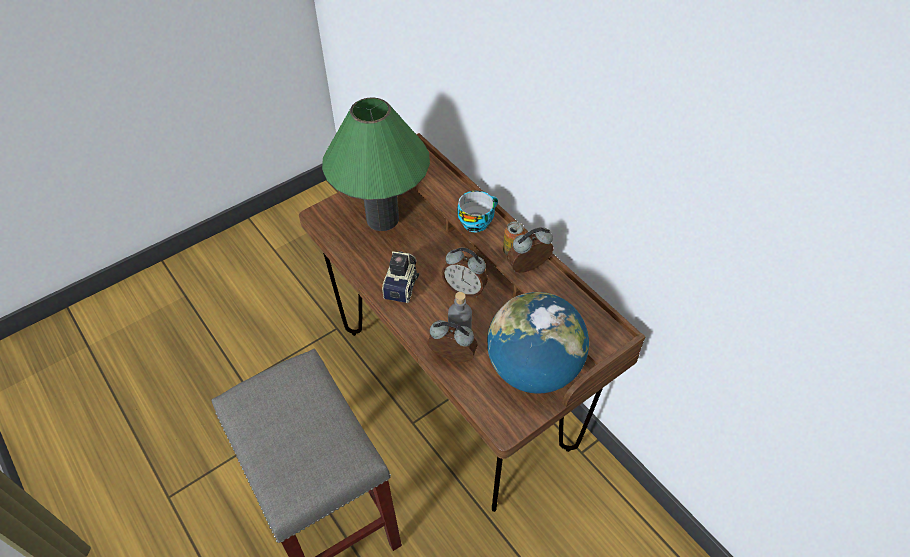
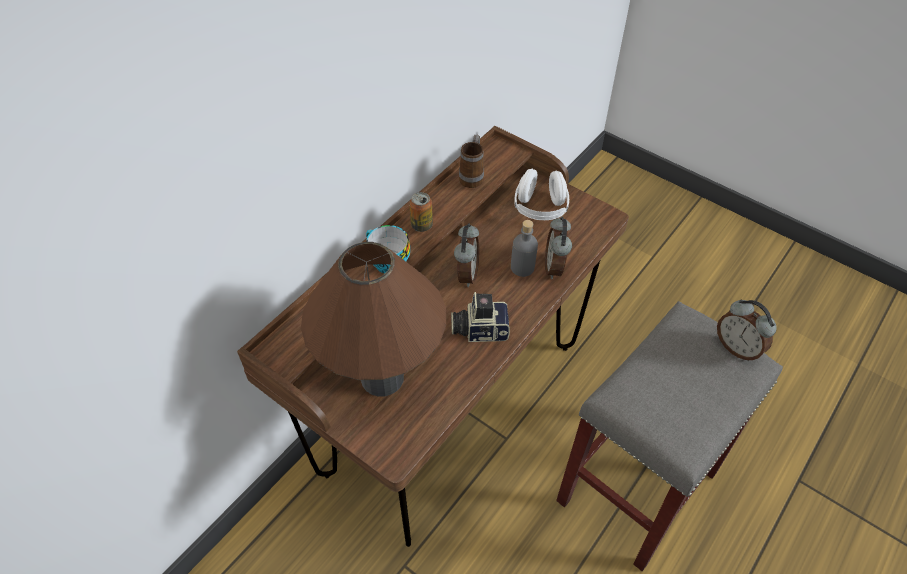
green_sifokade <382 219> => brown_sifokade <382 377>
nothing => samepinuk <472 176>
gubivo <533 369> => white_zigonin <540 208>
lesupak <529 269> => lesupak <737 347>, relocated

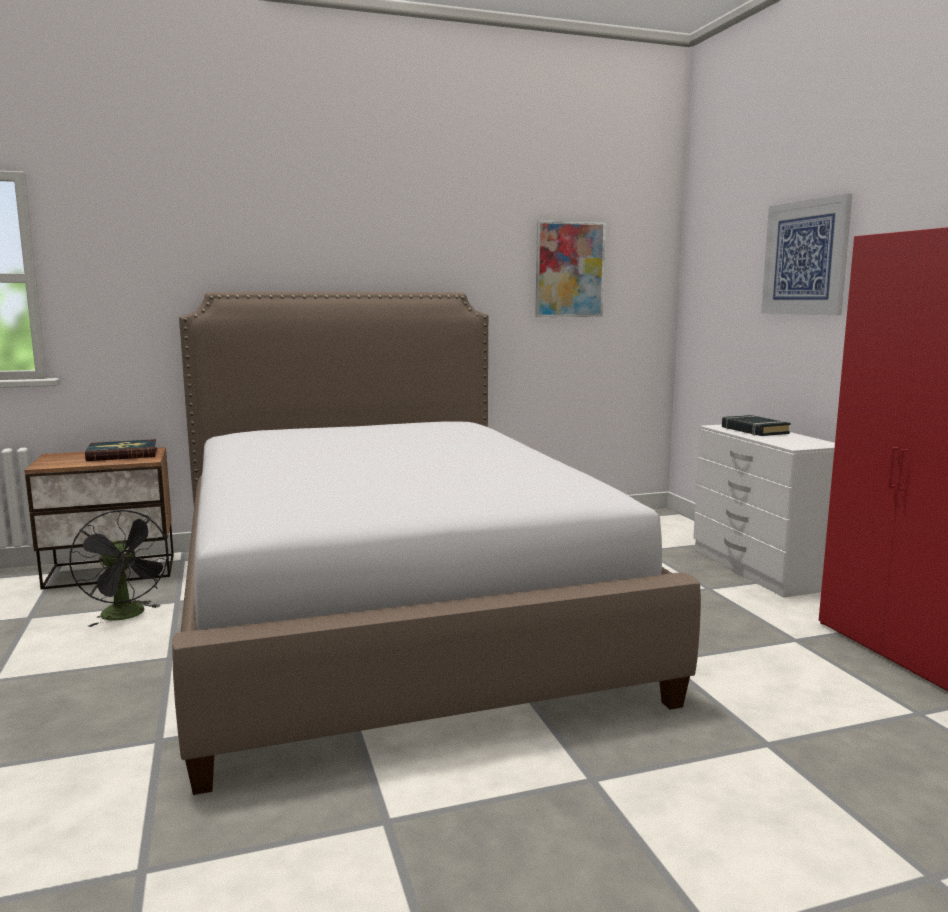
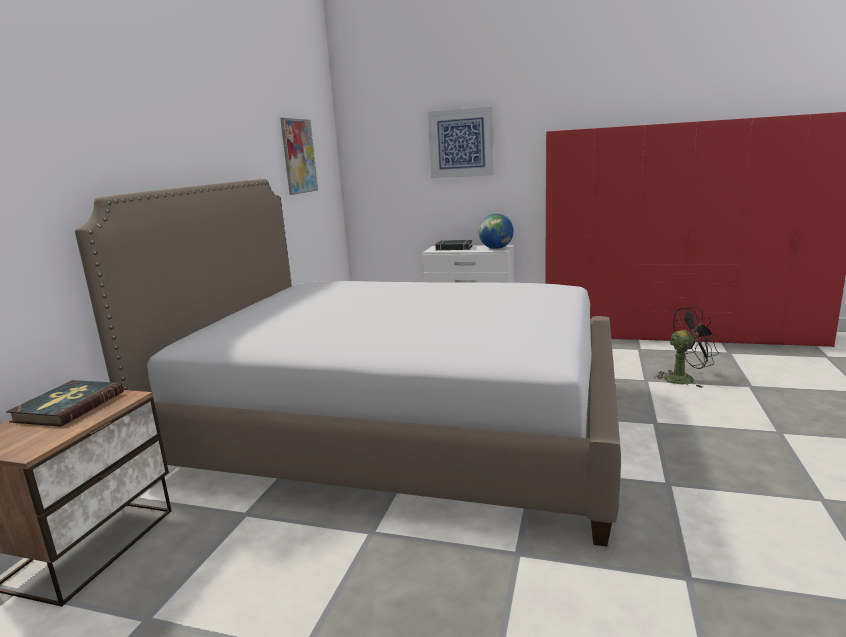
nothing => gubivo <496 248>
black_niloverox <127 616> => black_niloverox <684 378>, relocated

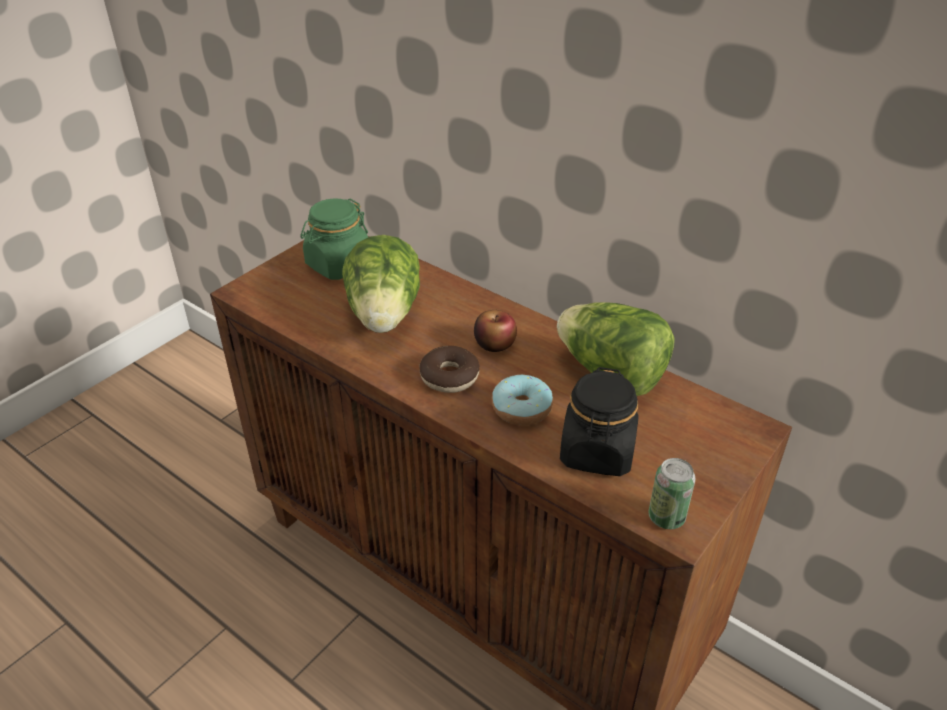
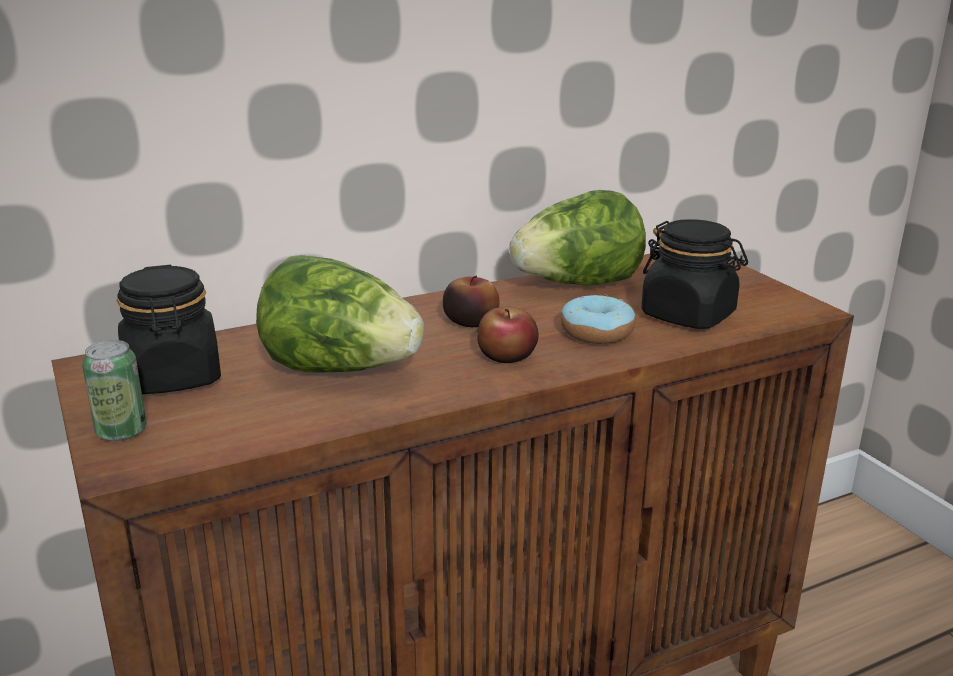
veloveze <666 517> => veloveze <121 432>, relocated
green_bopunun <338 265> => black_bopunun <174 377>
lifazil <449 377> => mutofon <507 356>

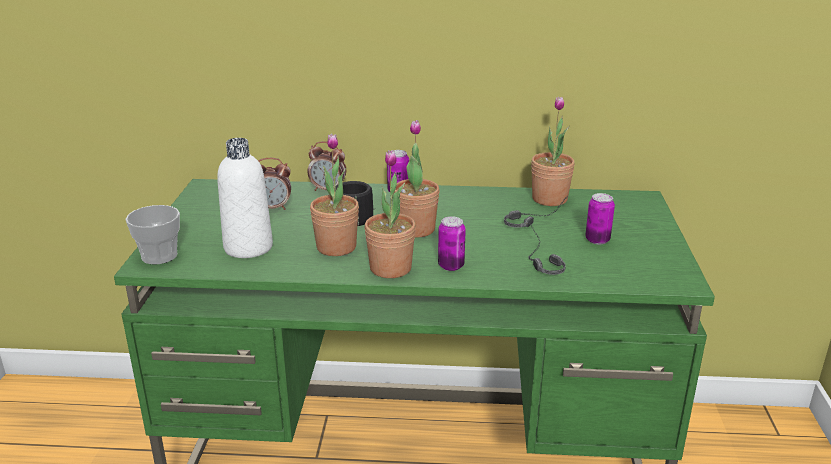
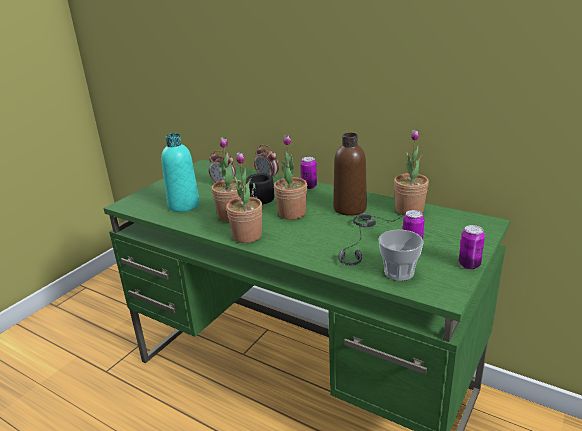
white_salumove <248 247> => turquoise_salumove <184 205>
nothing => brown_salumove <350 208>
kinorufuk <159 256> => kinorufuk <399 272>, relocated
veloveze <451 266> => veloveze <469 265>, relocated

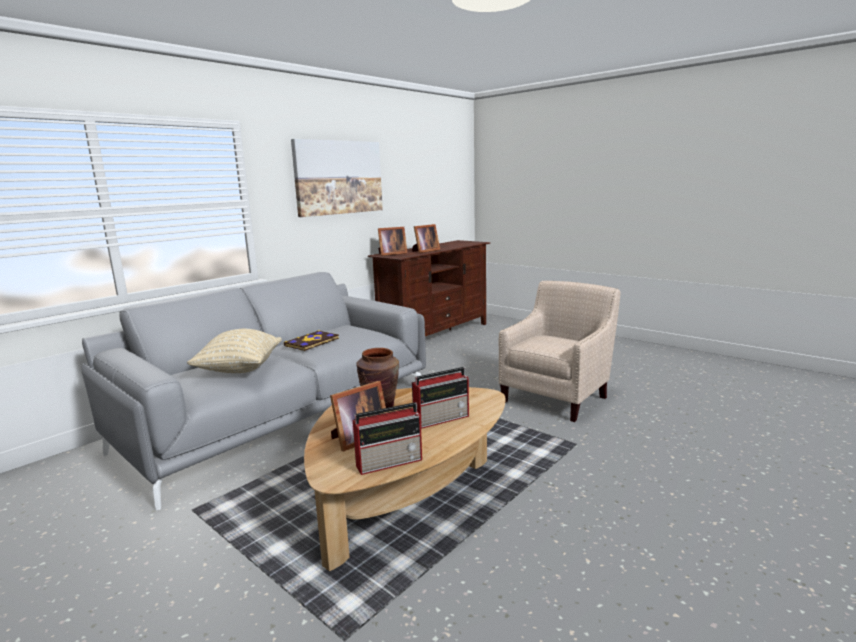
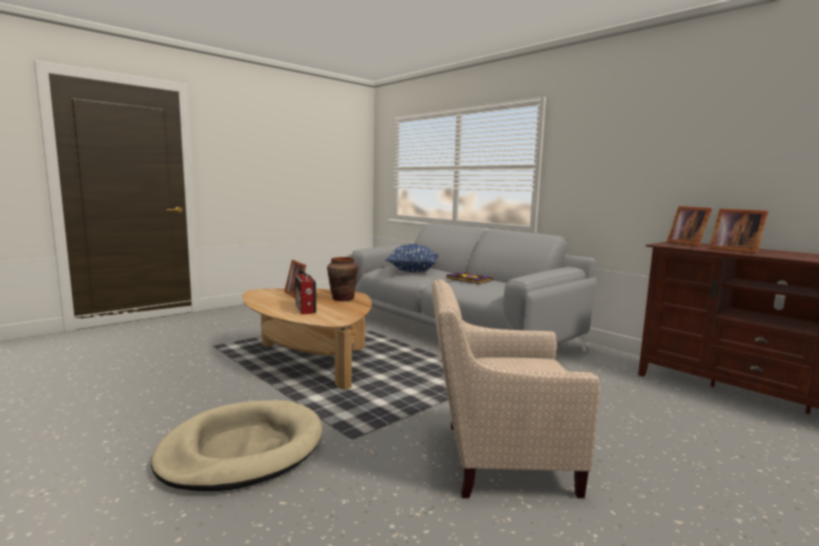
nothing => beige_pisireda <242 450>
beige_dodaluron <240 369> => blue_dodaluron <412 271>
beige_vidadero <557 397> => beige_vidadero <497 457>, 135 degrees clockwise
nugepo <338 177> => nothing
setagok <390 462> => nothing

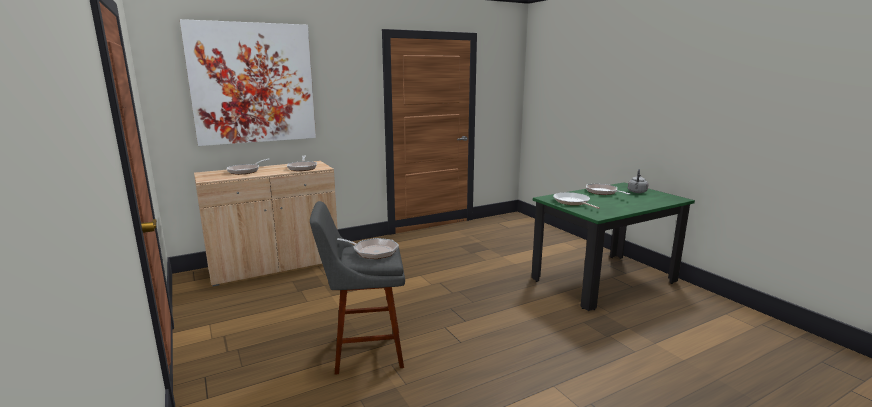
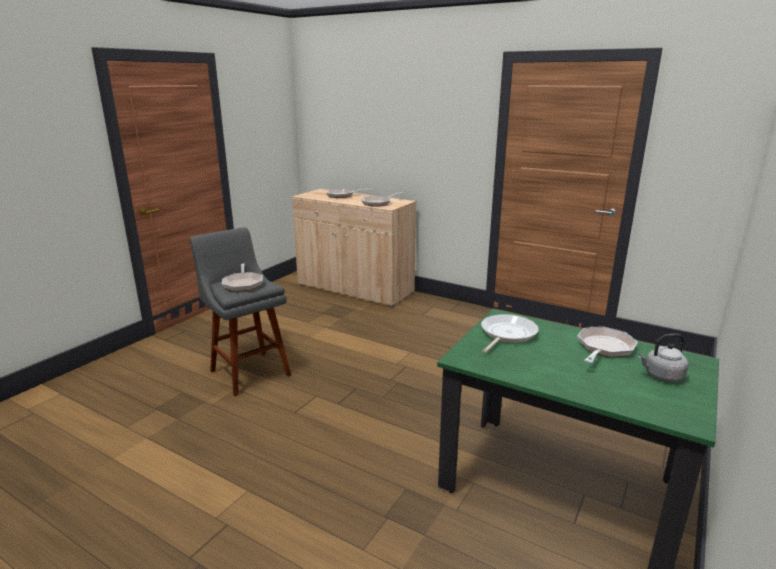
nugepo <253 83> => nothing

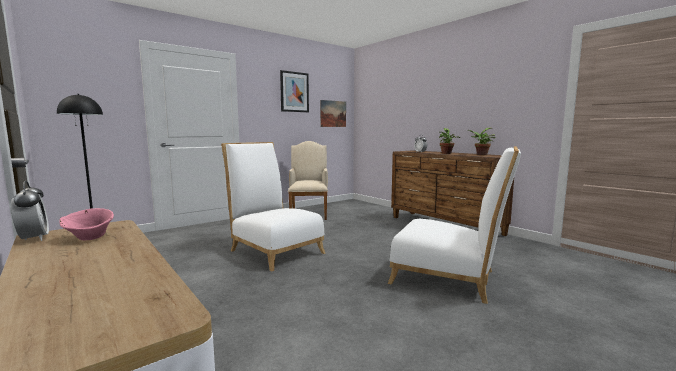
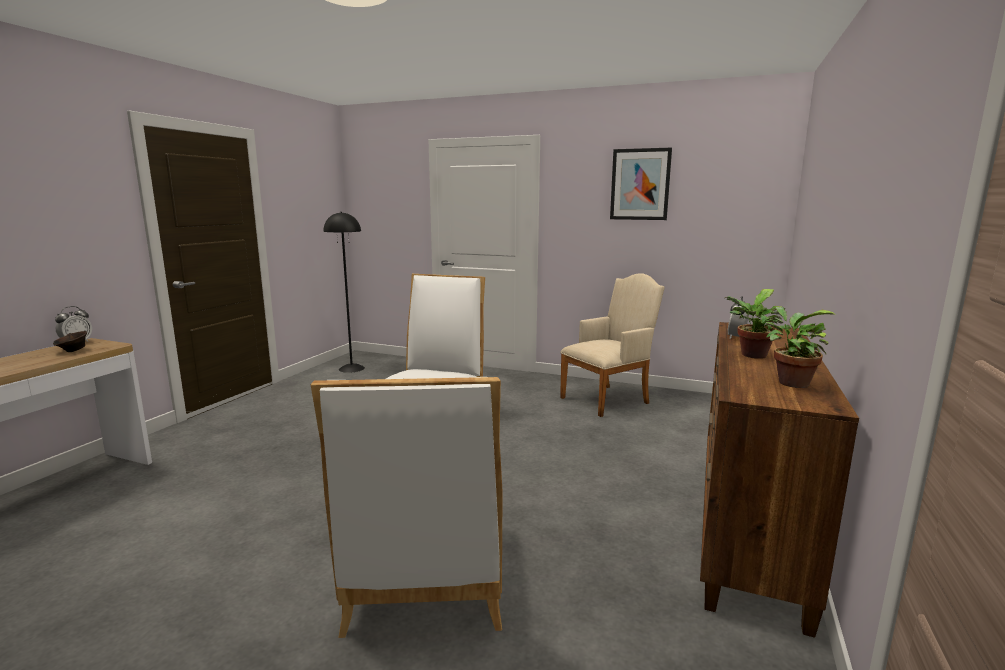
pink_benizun <90 238> => brown_benizun <73 351>
nugepo <333 113> => nothing

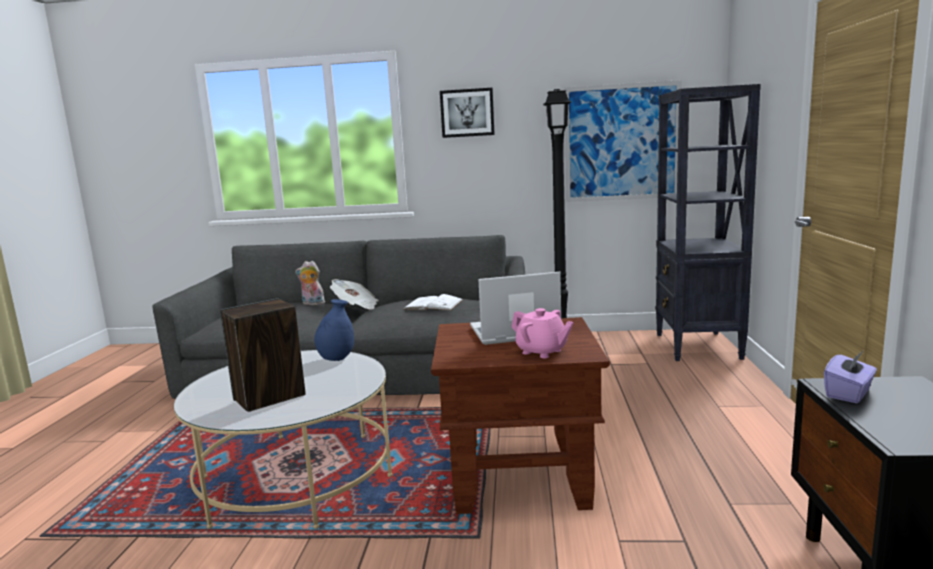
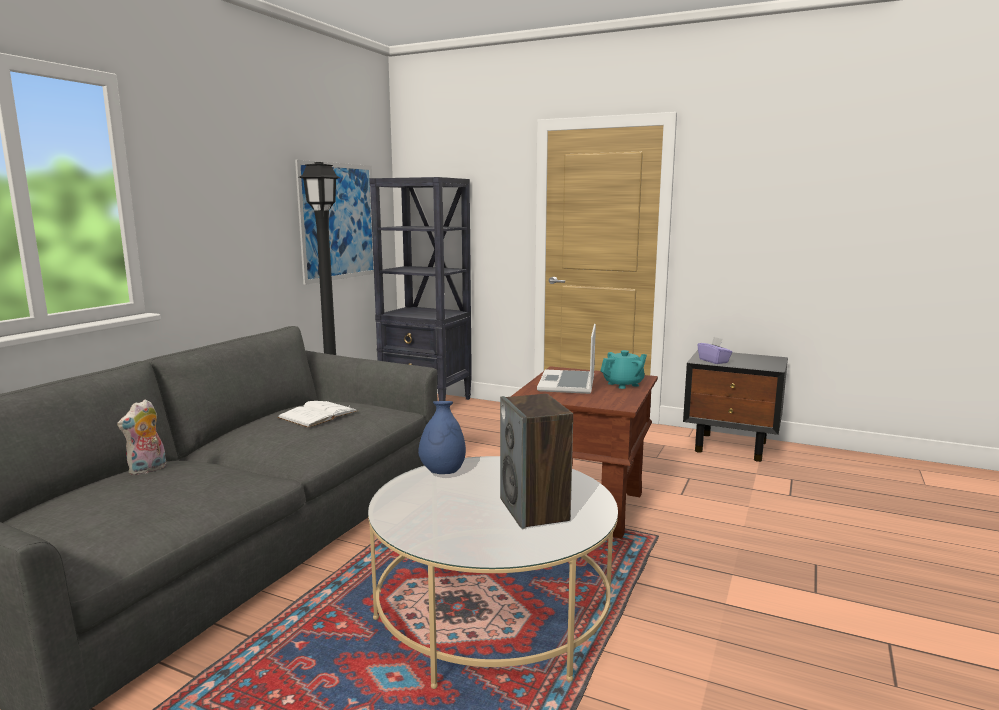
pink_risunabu <541 351> => turquoise_risunabu <623 384>
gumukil <356 306> => nothing
nugepo <467 113> => nothing

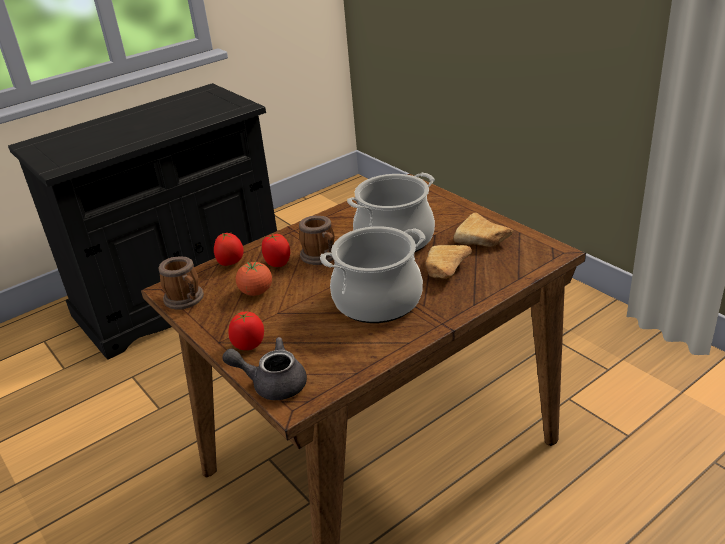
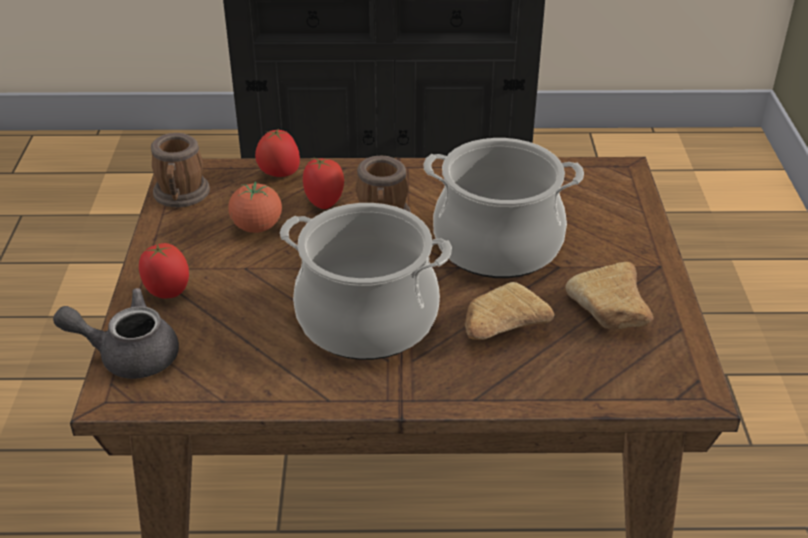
grey_risunabu <272 383> => grey_risunabu <129 355>, 45 degrees counterclockwise

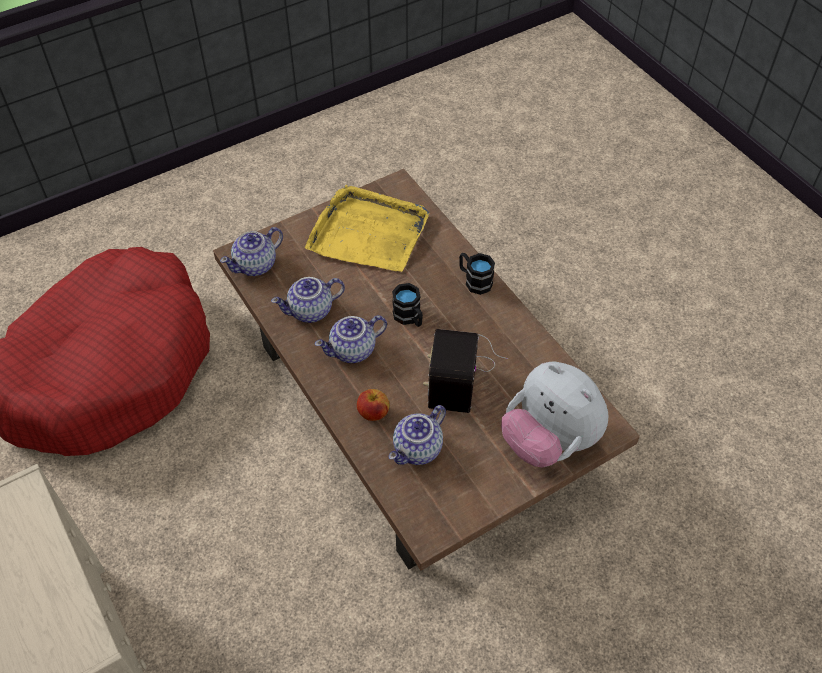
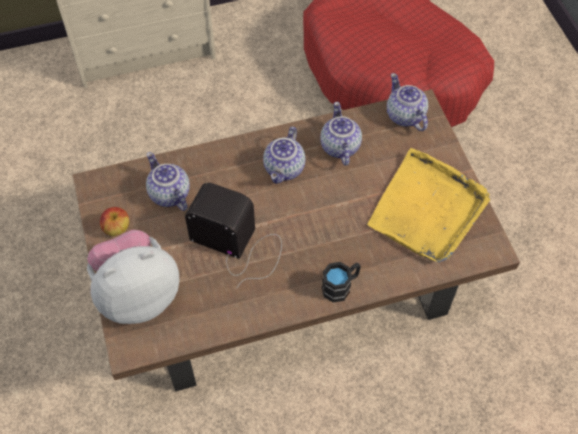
mutofon <373 413> => mutofon <117 228>, relocated
risunabu <353 351> => risunabu <285 169>, 150 degrees counterclockwise
black_samepinuk <409 318> => nothing

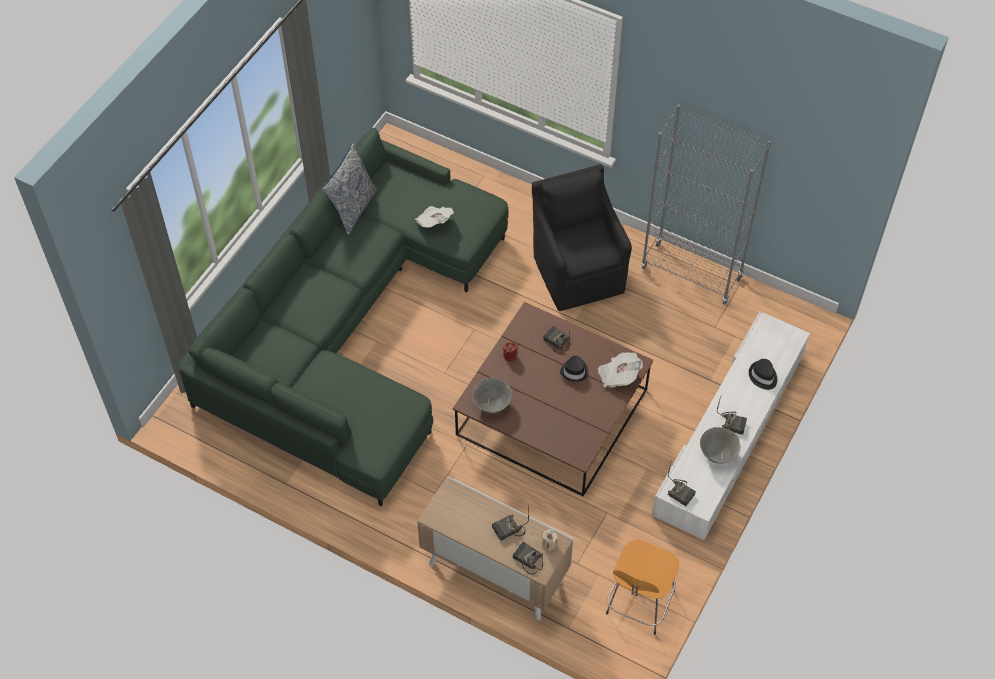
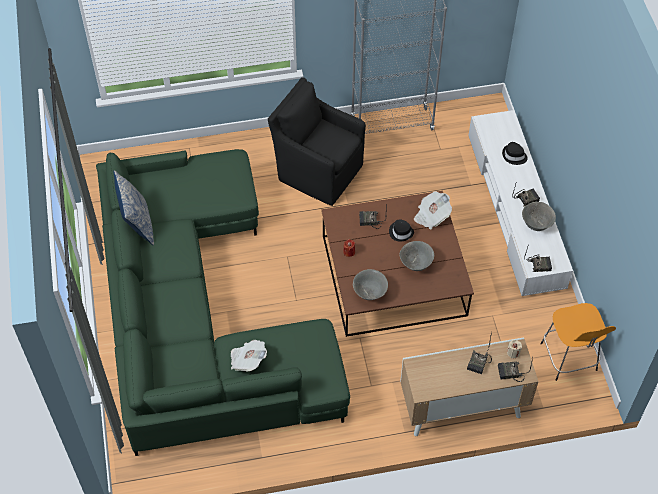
gumukil <434 222> => gumukil <247 360>, relocated
nothing => grey_benizun <416 264>

